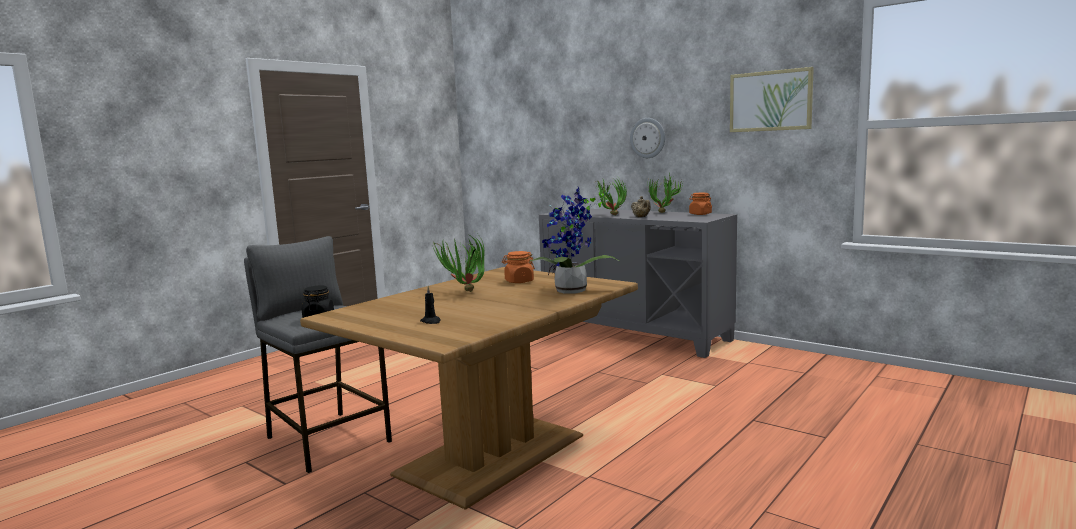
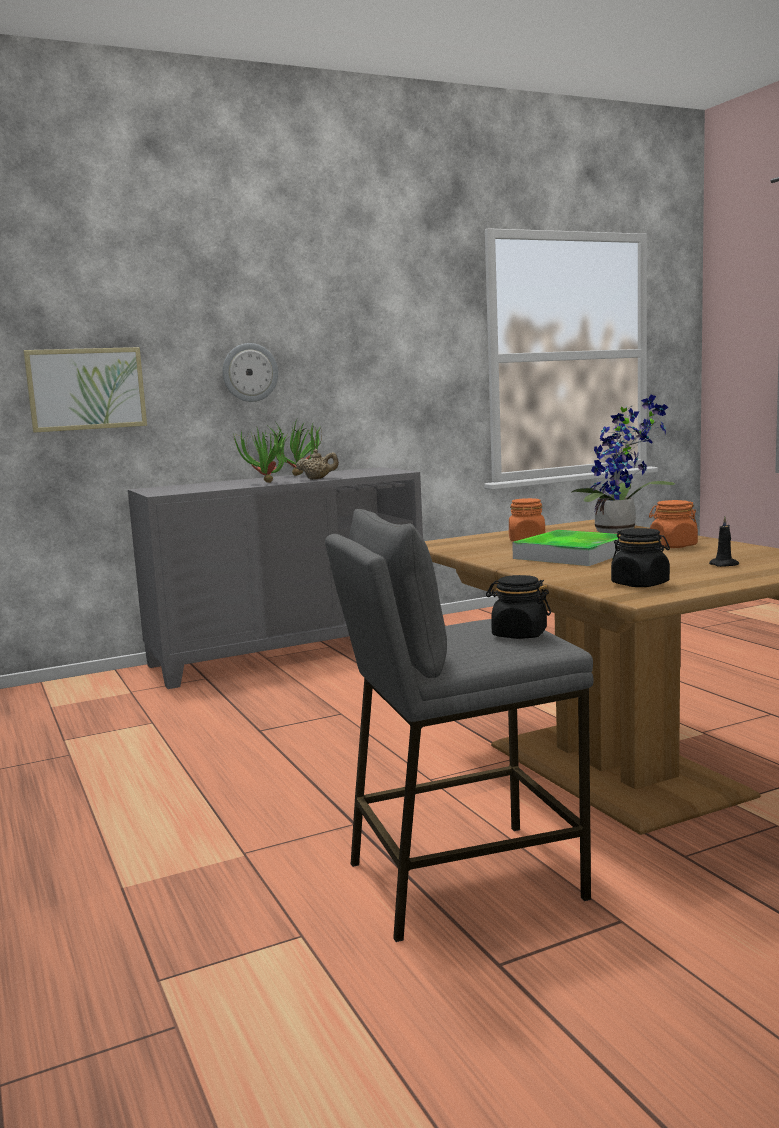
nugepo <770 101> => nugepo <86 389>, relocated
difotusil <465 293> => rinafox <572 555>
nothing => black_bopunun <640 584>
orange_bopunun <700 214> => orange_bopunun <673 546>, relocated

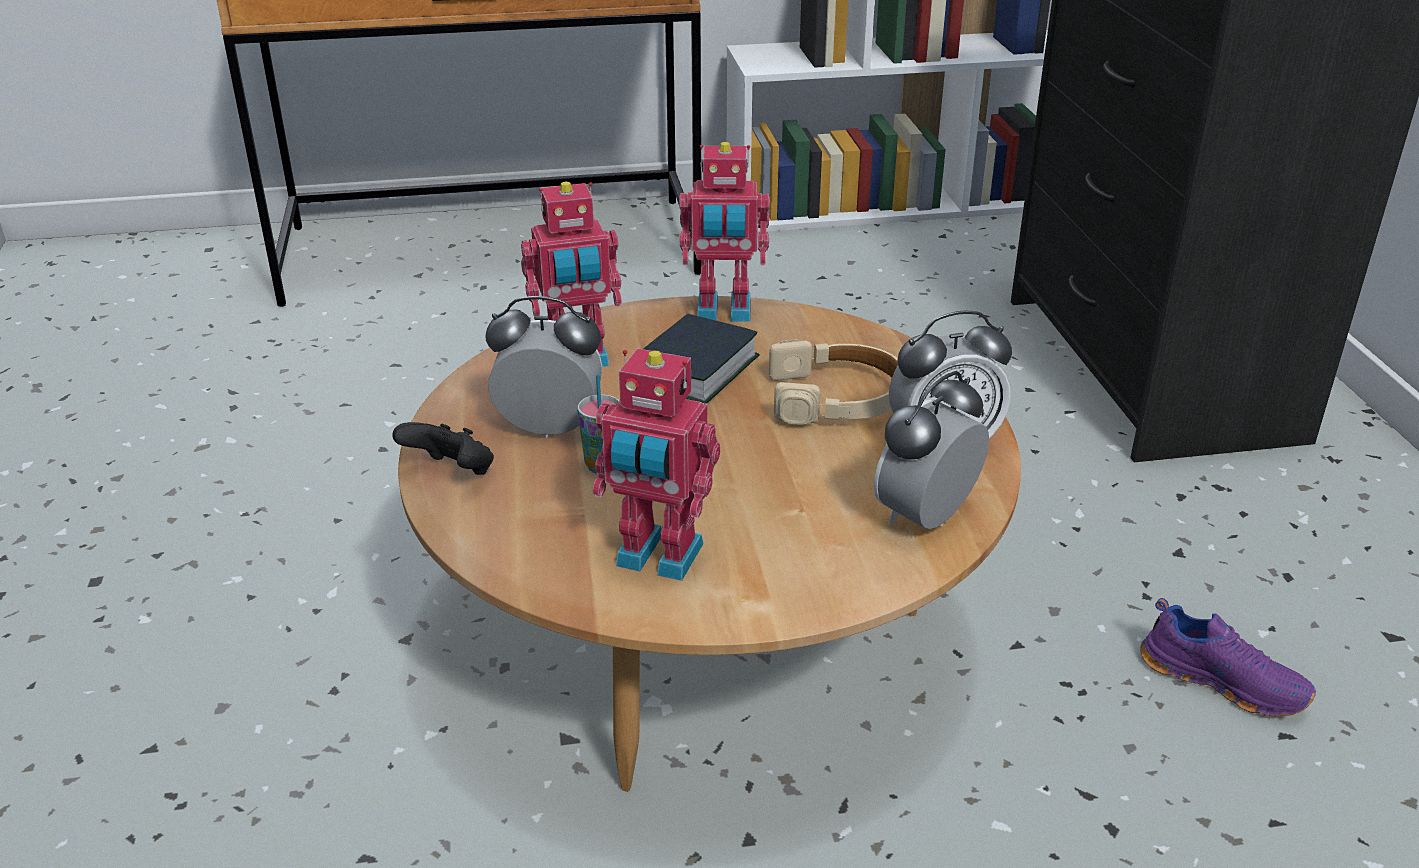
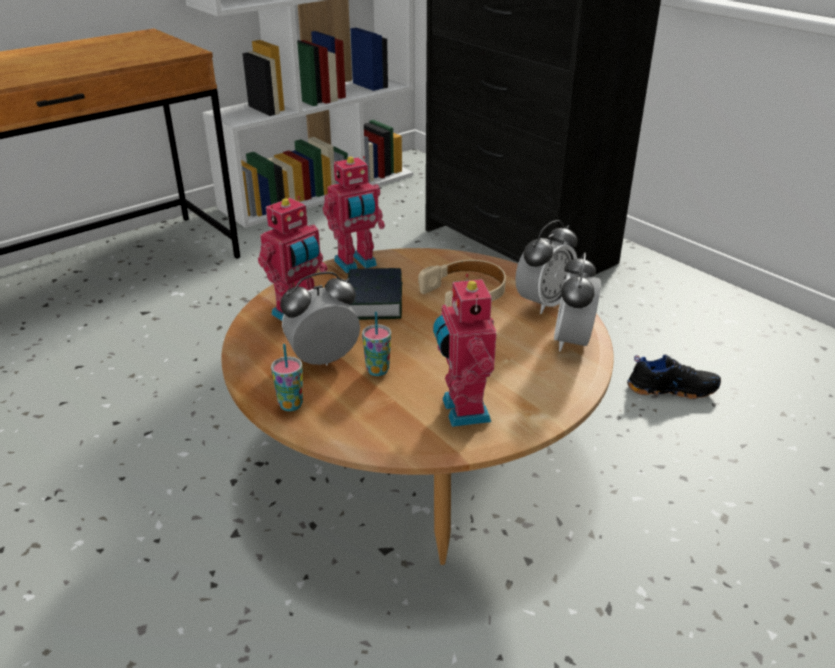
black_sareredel <452 473> => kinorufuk <291 405>
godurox <657 558> => godurox <462 410>, 90 degrees clockwise
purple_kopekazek <1223 681> => black_kopekazek <671 388>

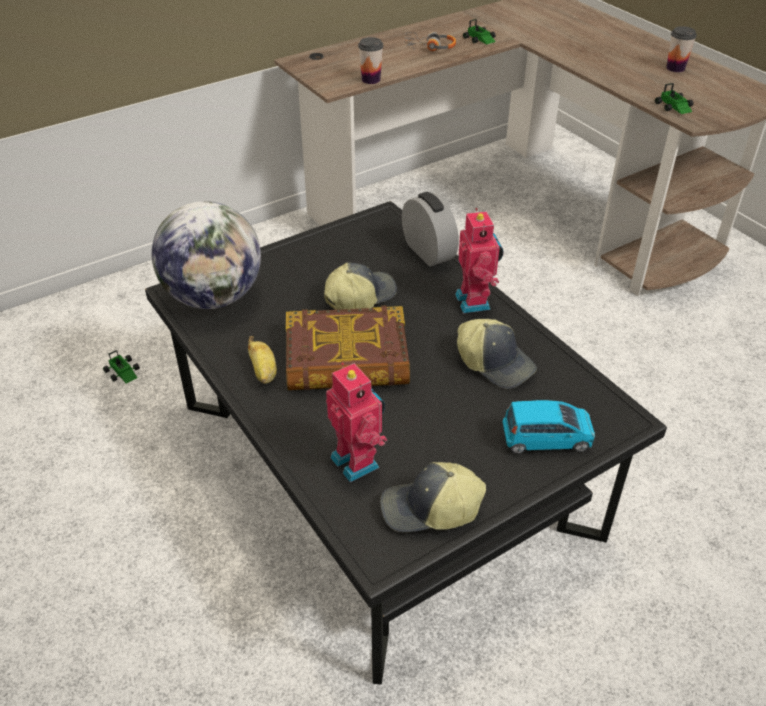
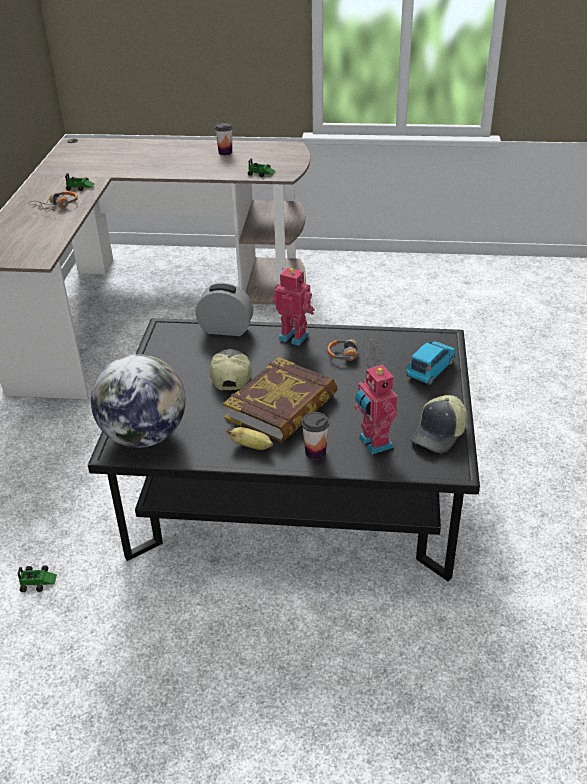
kinorufuk <371 80> => kinorufuk <315 452>, relocated
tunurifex <495 363> => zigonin <354 356>
godurox <357 461> => godurox <373 443>, 120 degrees counterclockwise

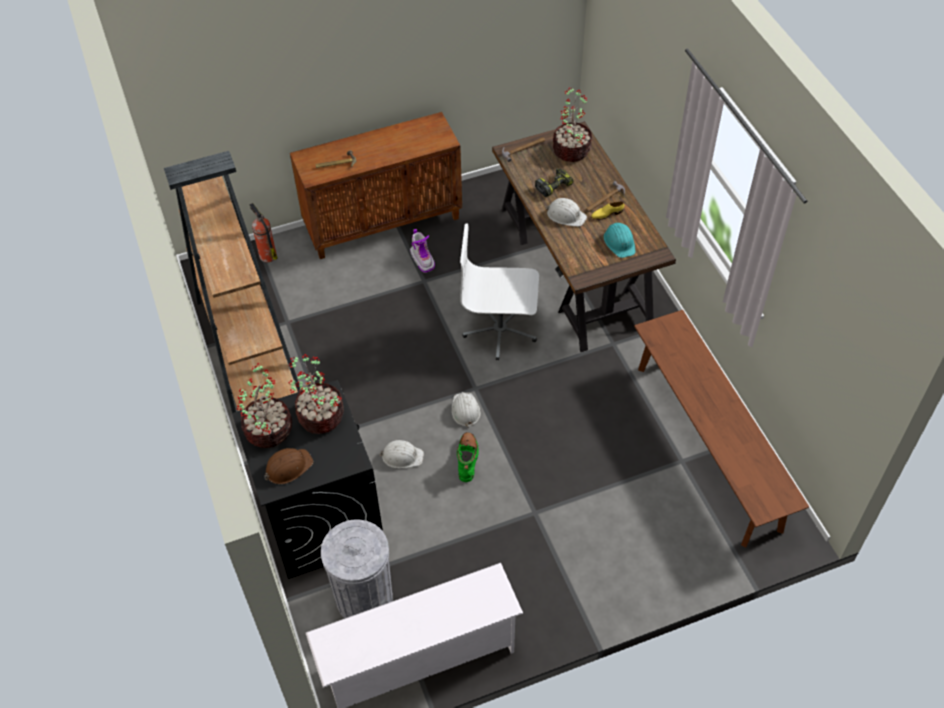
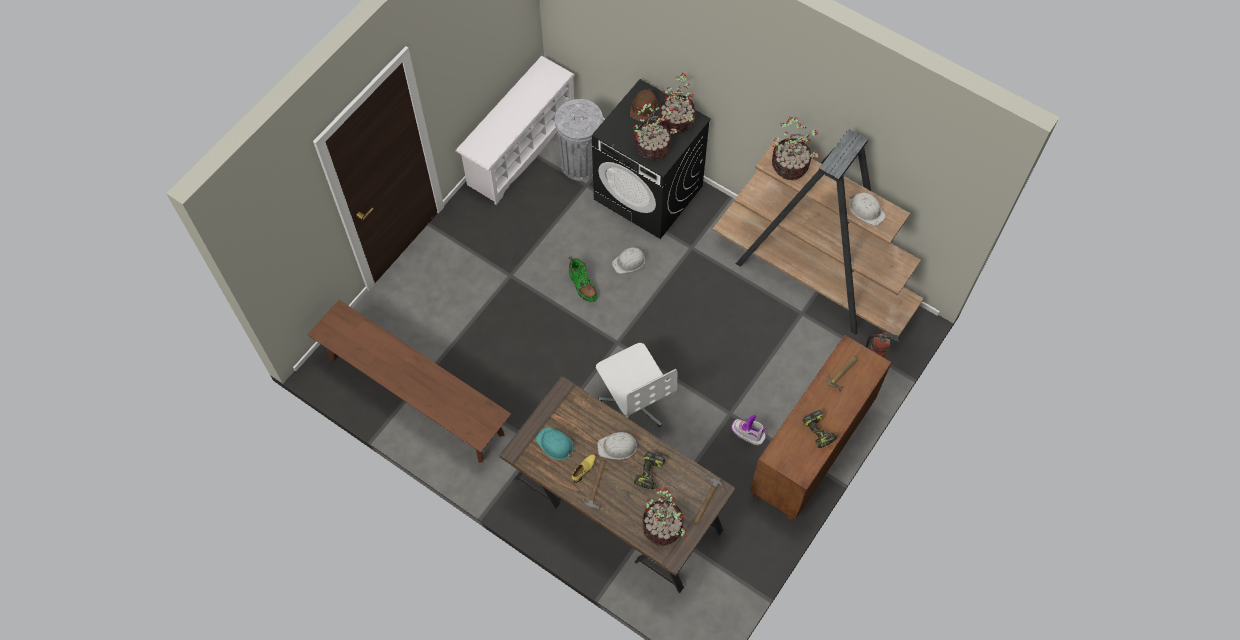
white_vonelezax <500 330> => white_vonelezax <634 403>, 90 degrees clockwise
nothing => difotusil <791 166>
nothing => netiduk <819 431>
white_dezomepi <465 410> => white_dezomepi <866 210>, relocated

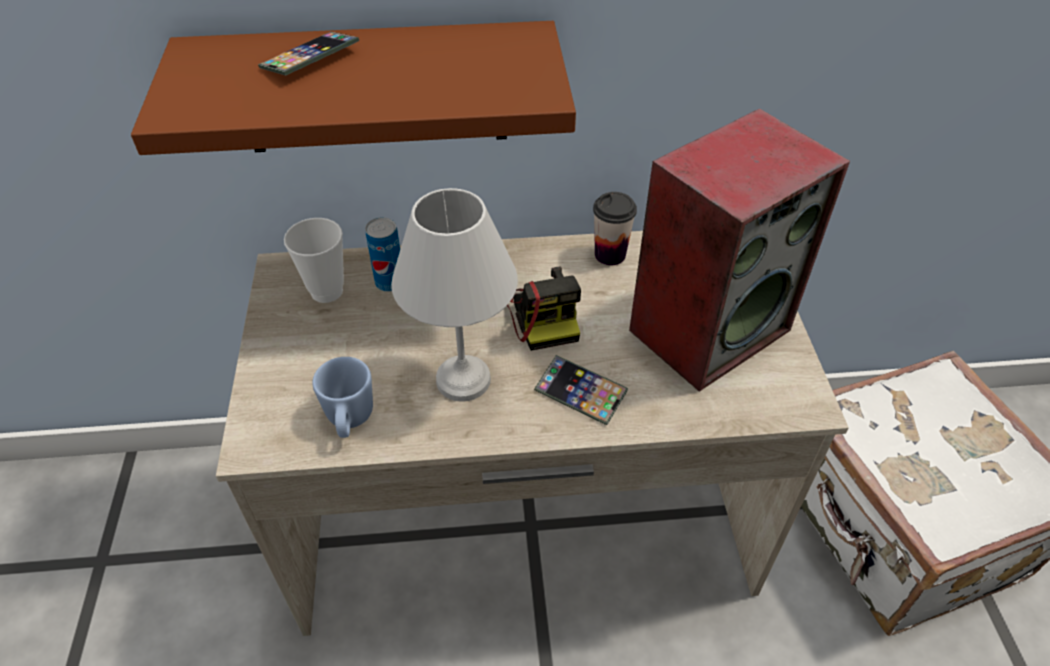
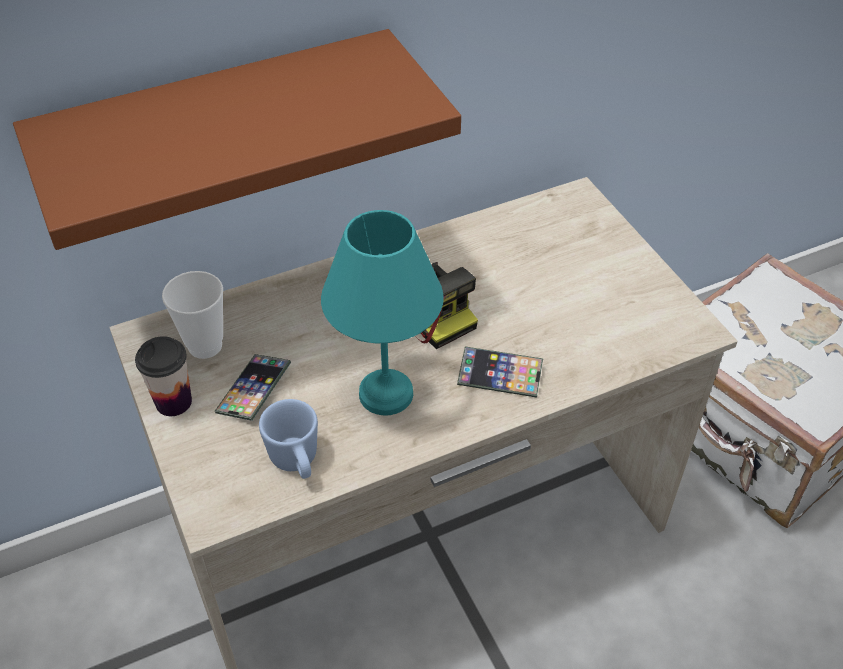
kinorufuk <610 254> => kinorufuk <173 402>, relocated
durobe <310 59> => durobe <254 390>, relocated
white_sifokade <466 380> => turquoise_sifokade <389 394>
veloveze <390 283> => nothing
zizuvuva <709 328> => nothing

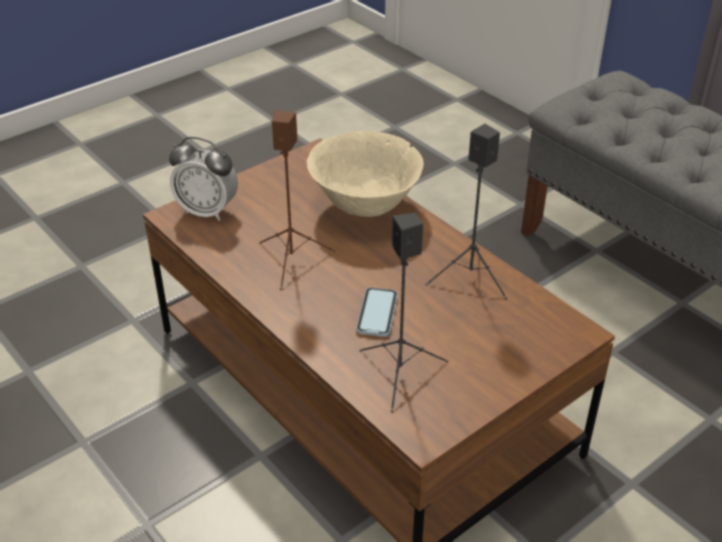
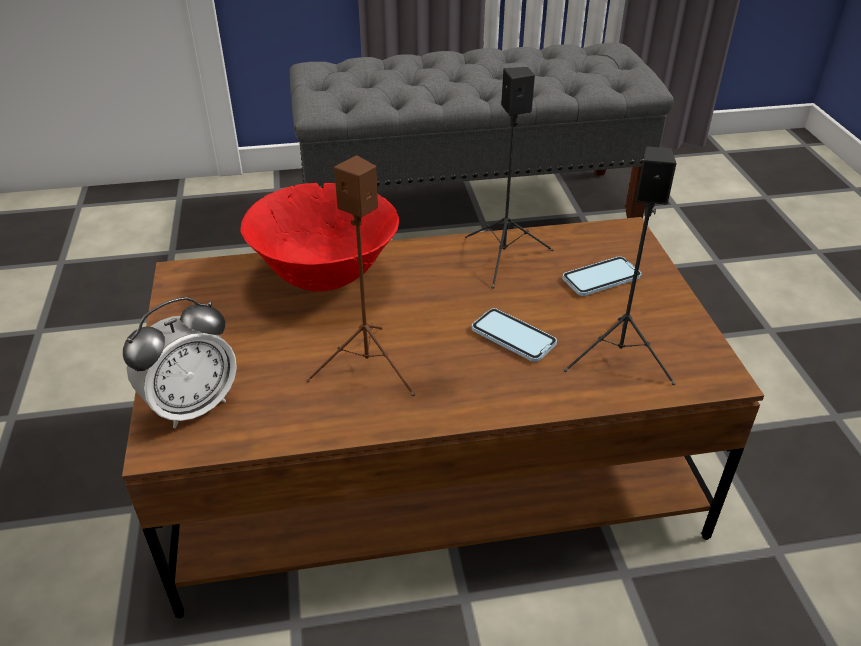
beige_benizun <365 207> => red_benizun <324 278>
nothing => durobe <601 278>

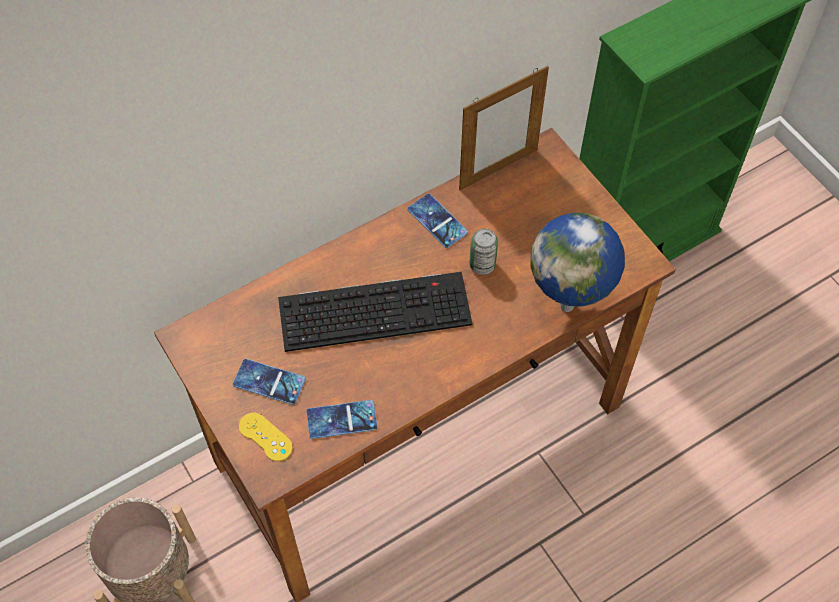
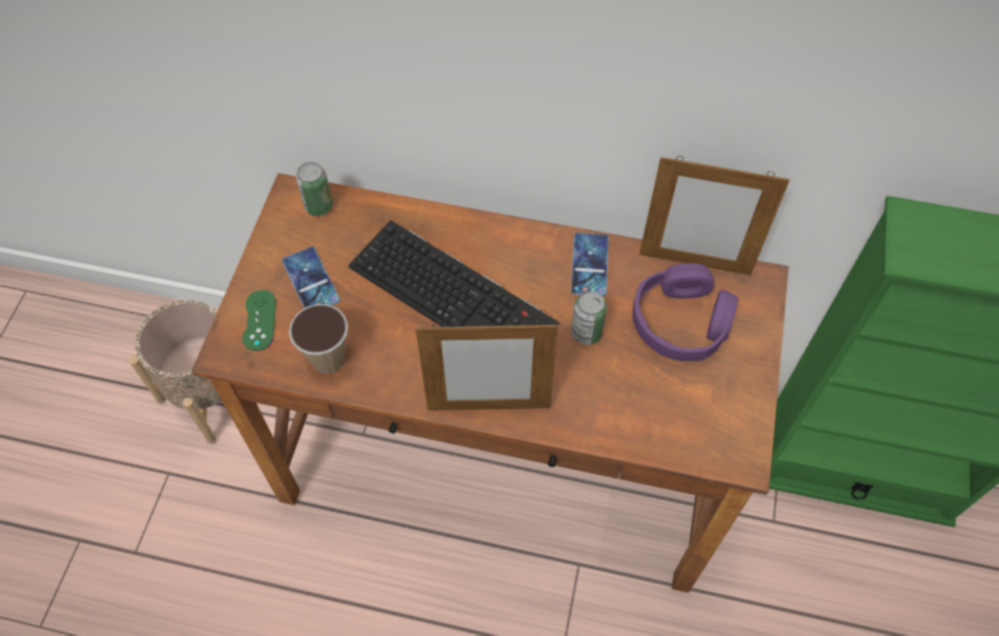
yellow_sareredel <265 437> => green_sareredel <259 320>
durobe <341 419> => kinorufuk <328 358>
nothing => veloveze <319 206>
nothing => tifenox <488 408>
nothing => purple_zigonin <681 322>
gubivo <569 305> => nothing

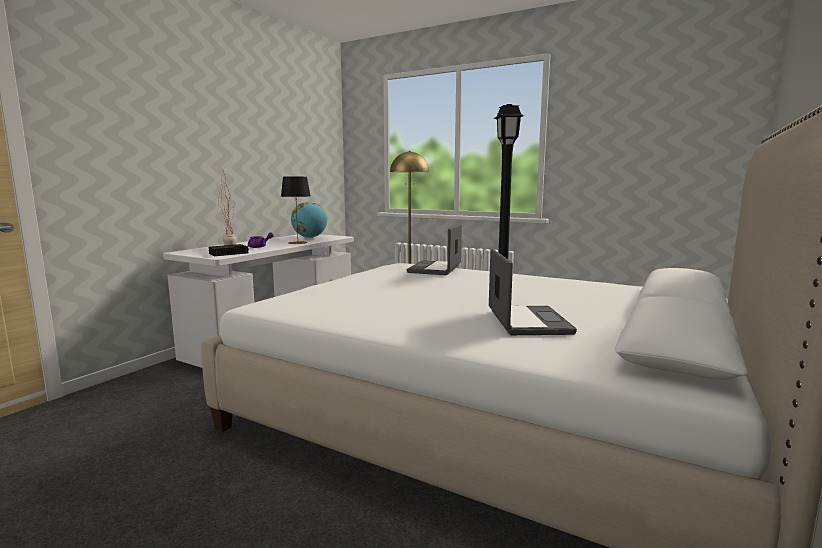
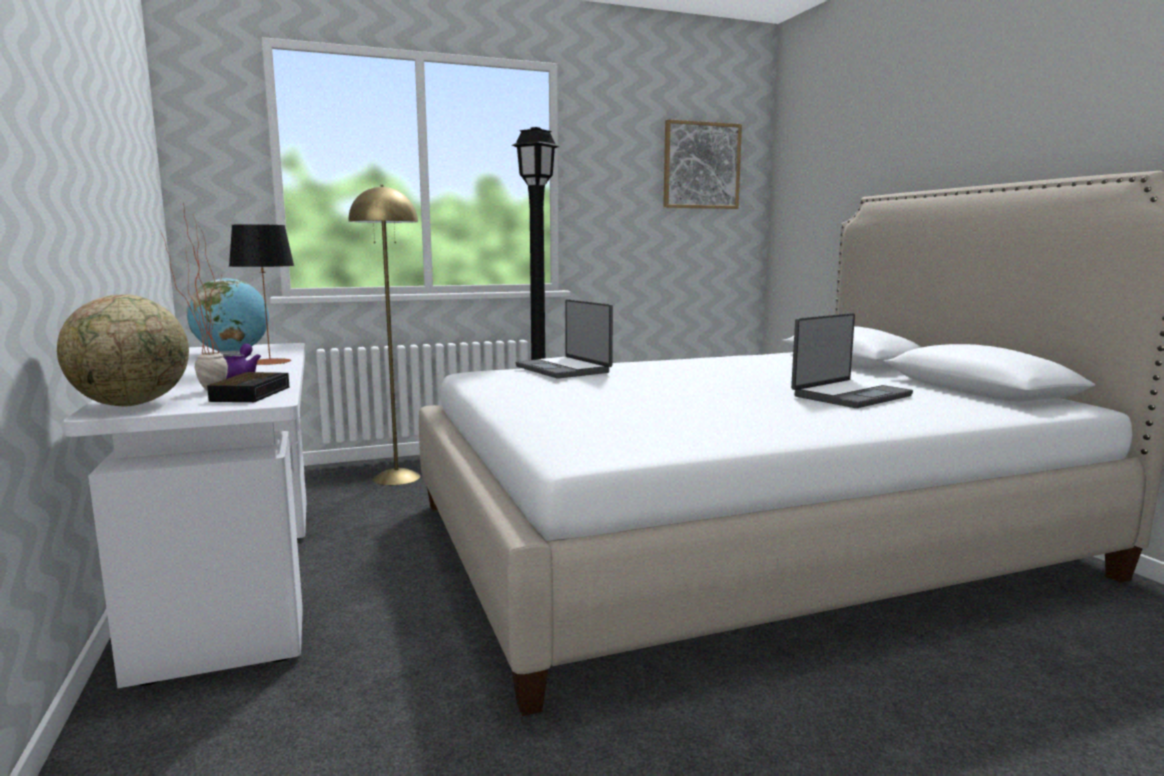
nothing => gubivo <133 404>
nothing => nugepo <701 166>
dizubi <526 322> => dizubi <849 395>, 105 degrees clockwise

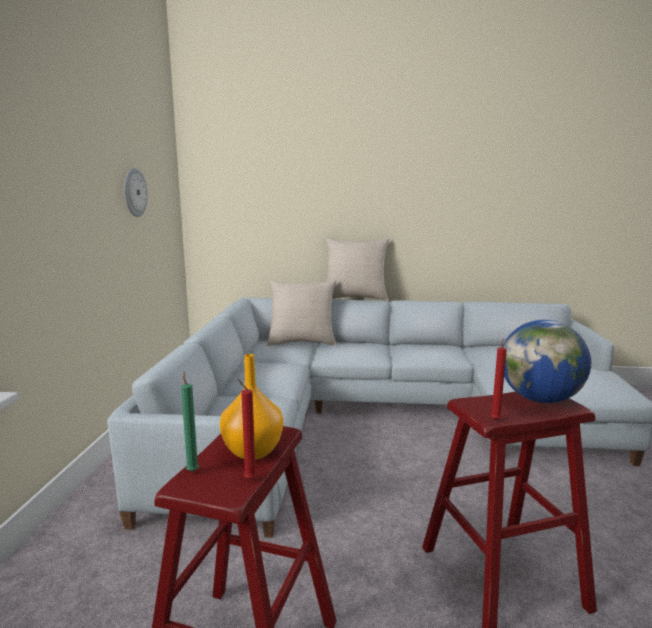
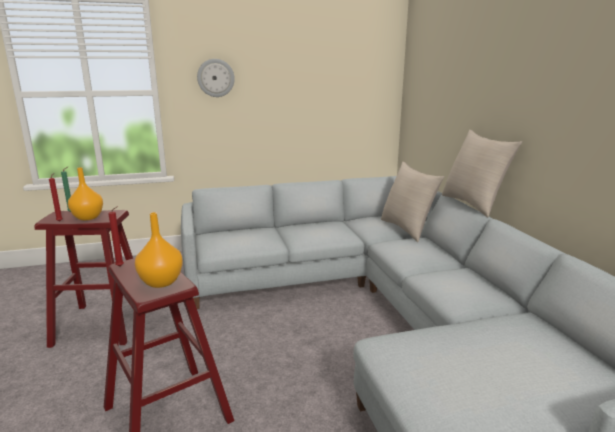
gubivo <540 399> => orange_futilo <162 282>
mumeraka <134 192> => mumeraka <215 78>, relocated

